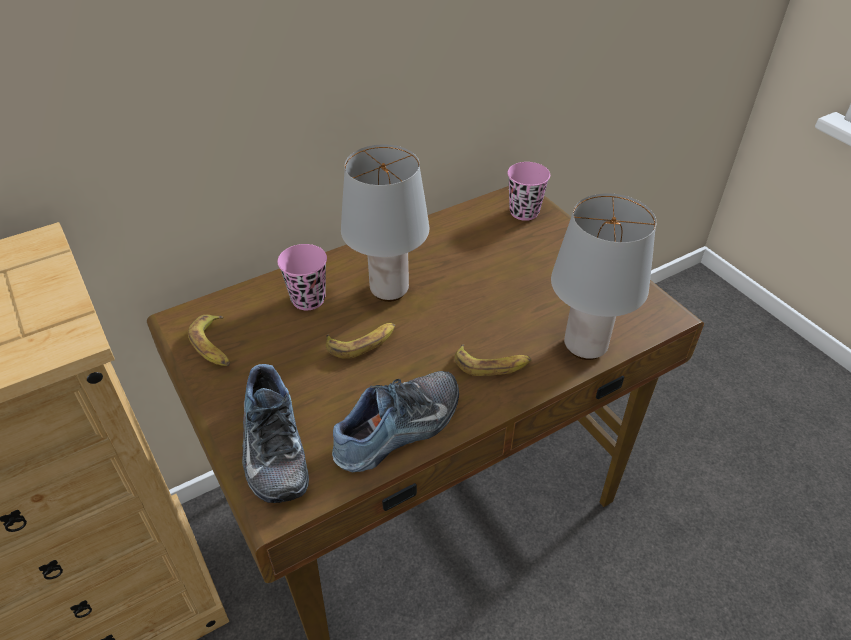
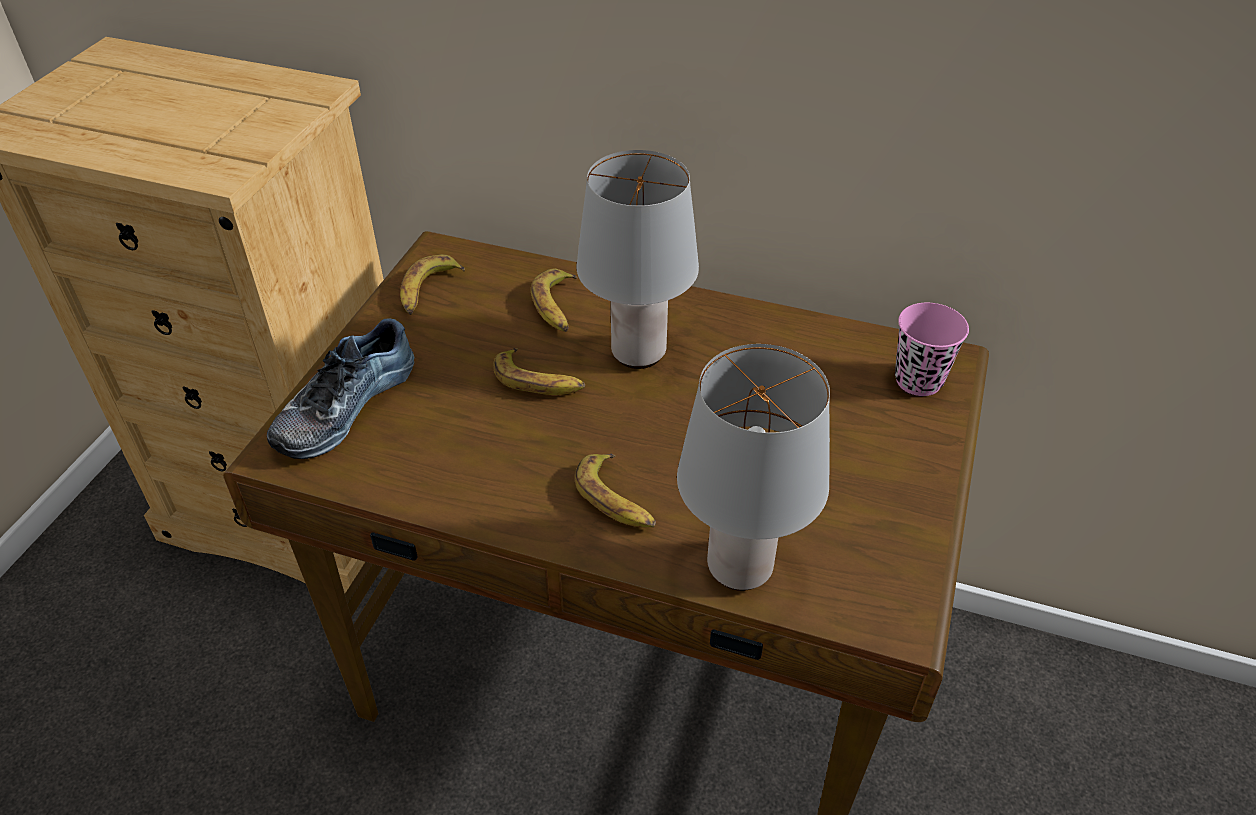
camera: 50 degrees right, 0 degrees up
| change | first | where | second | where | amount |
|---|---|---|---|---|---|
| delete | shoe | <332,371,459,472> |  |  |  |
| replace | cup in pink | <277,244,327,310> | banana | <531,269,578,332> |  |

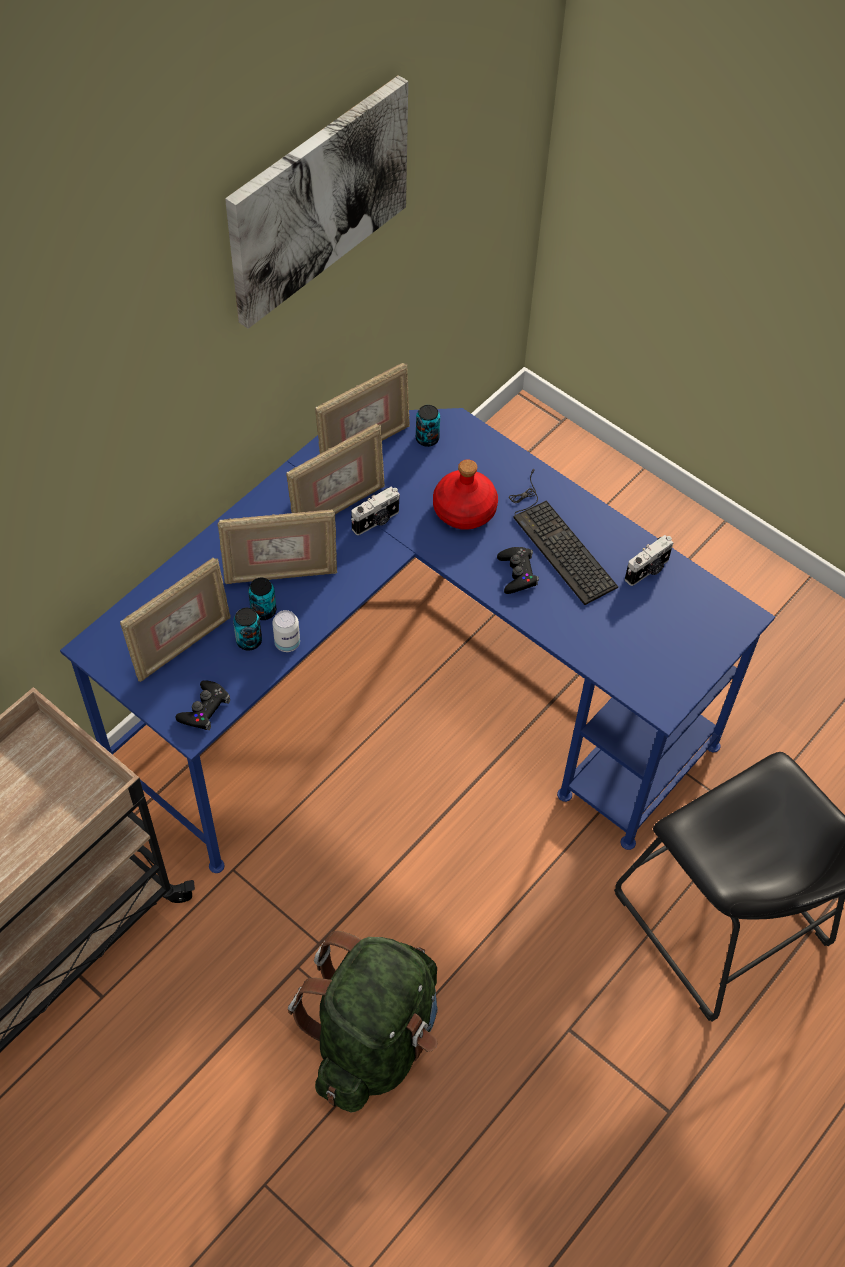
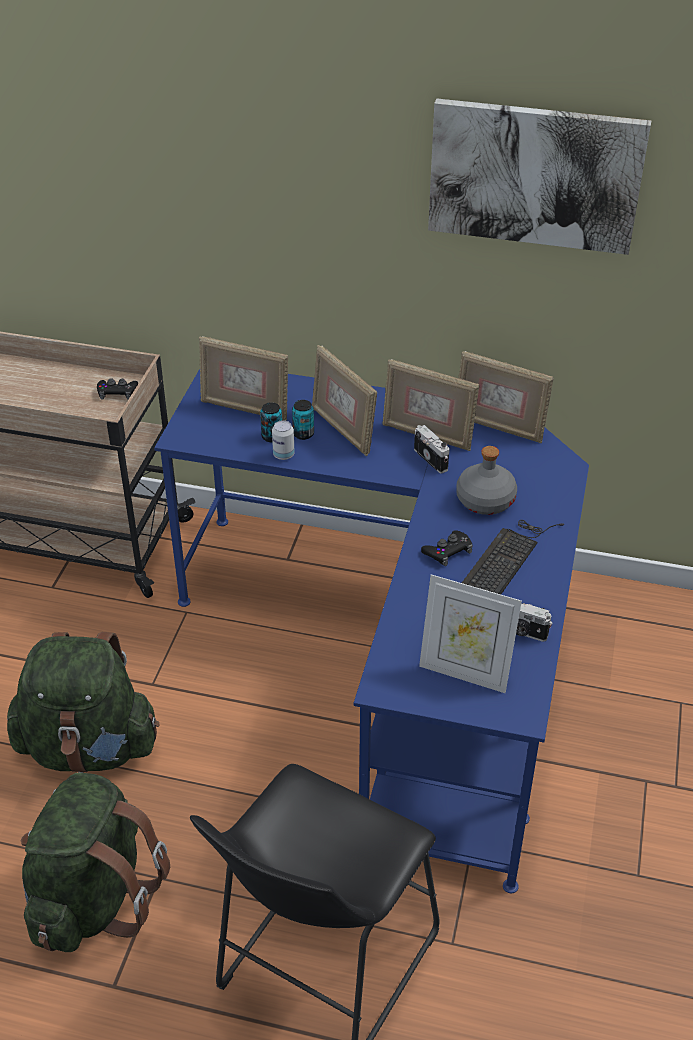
camera: 65 degrees right, 15 degrees down
| change | first | where | second | where | amount |
|---|---|---|---|---|---|
| delete | can | <416,405,440,447> |  |  |  |
| insert |  |  | backpack in green | <21,773,170,952> |  |
| insert |  |  | picture frame | <419,574,522,693> |  |
| move | game controller in black | <175,680,230,730> |  | <97,378,138,400> |  |
| recolor | bottle in red | <433,460,498,530> | bottle in grey | <456,446,517,515> |  |
| rotate | photo camera | <351,486,400,535> |  | <414,425,449,474> | 150 degrees counterclockwise |

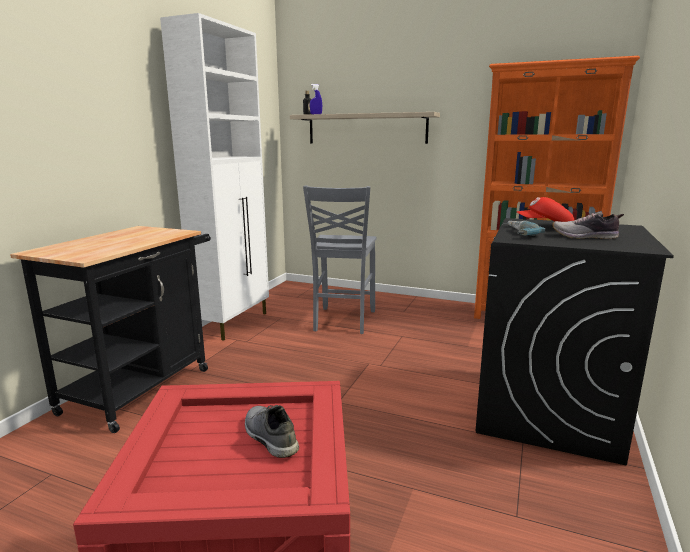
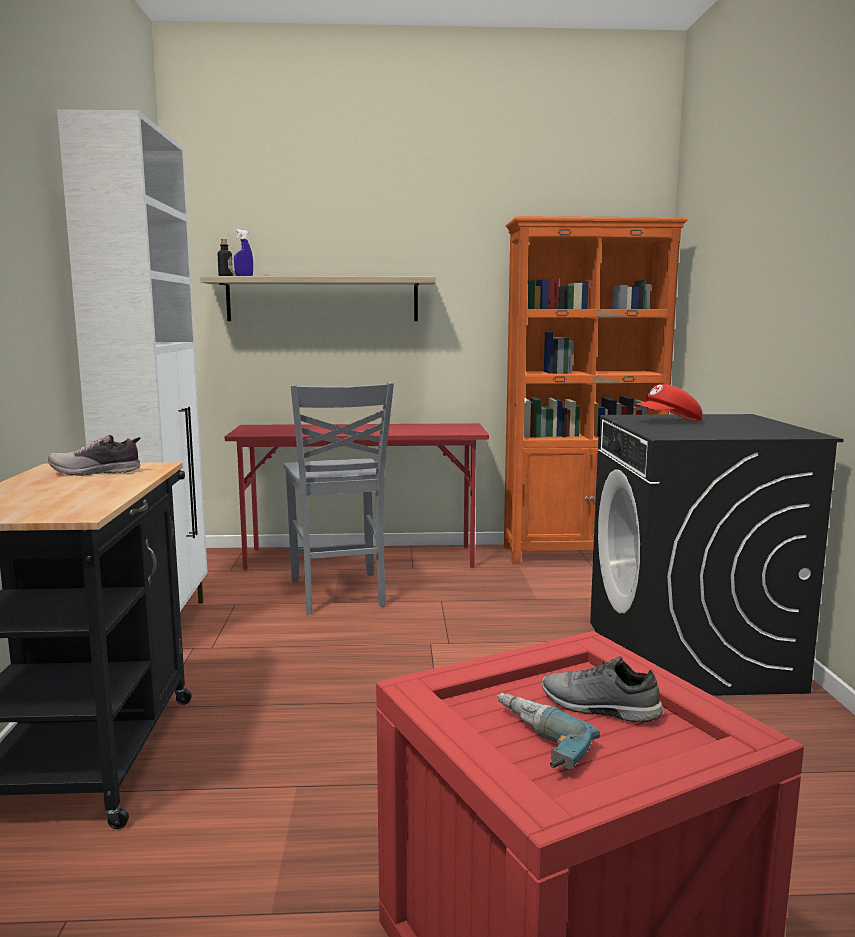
camera: 25 degrees left, 5 degrees down
| change | first | where | second | where | amount |
|---|---|---|---|---|---|
| insert |  |  | desk in red | <225,423,489,571> |  |
| move | power drill | <507,221,545,236> |  | <497,693,600,769> |  |
| move | shoe | <552,211,624,239> |  | <48,435,141,476> |  |

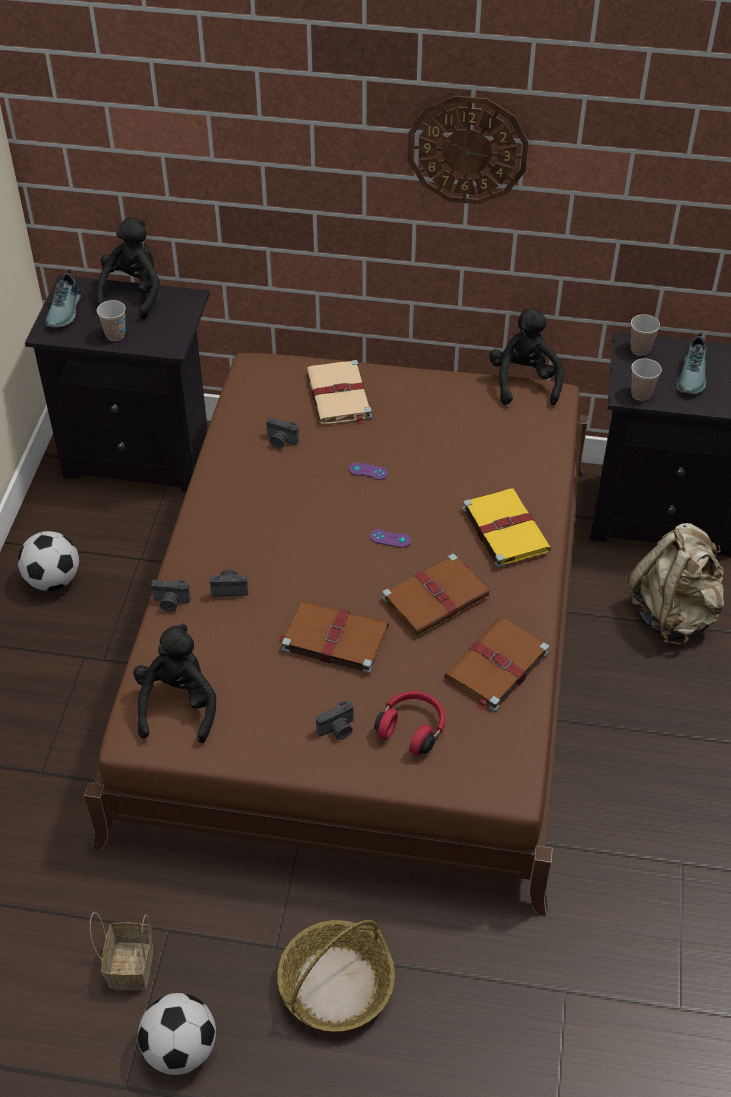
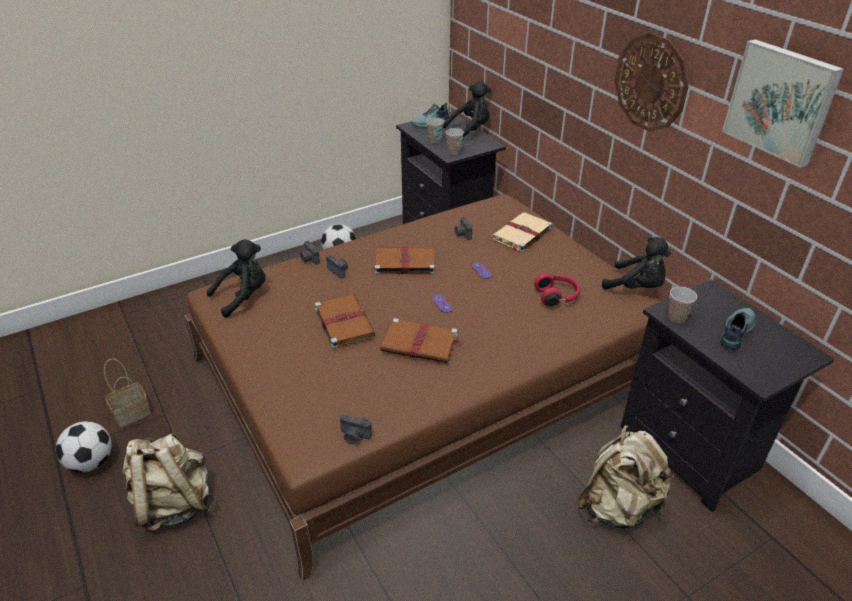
camera: 50 degrees right, 10 degrees down
| change | first | where | second | where | amount |
|---|---|---|---|---|---|
| delete | book in yellow | <462,488,551,568> |  |  |  |
| insert |  |  | picture | <722,39,844,168> |  |
| move | photo camera | <316,700,354,740> |  | <340,414,372,444> |  |
| move | headphones in red | <374,691,446,756> |  | <534,273,580,306> |  |
| move | book in brown | <444,617,549,712> |  | <371,247,435,275> |  |
| move | cup | <631,314,660,356> |  | <446,128,464,154> |  |
| replace | basket | <277,920,395,1032> | backpack in beige | <123,434,215,531> |  |
| rotate | plush toy in black | <489,308,564,405> |  | <602,237,671,290> | 75 degrees clockwise |
| rotate | shoe | <677,332,707,394> |  | <720,308,755,350> | 150 degrees clockwise |

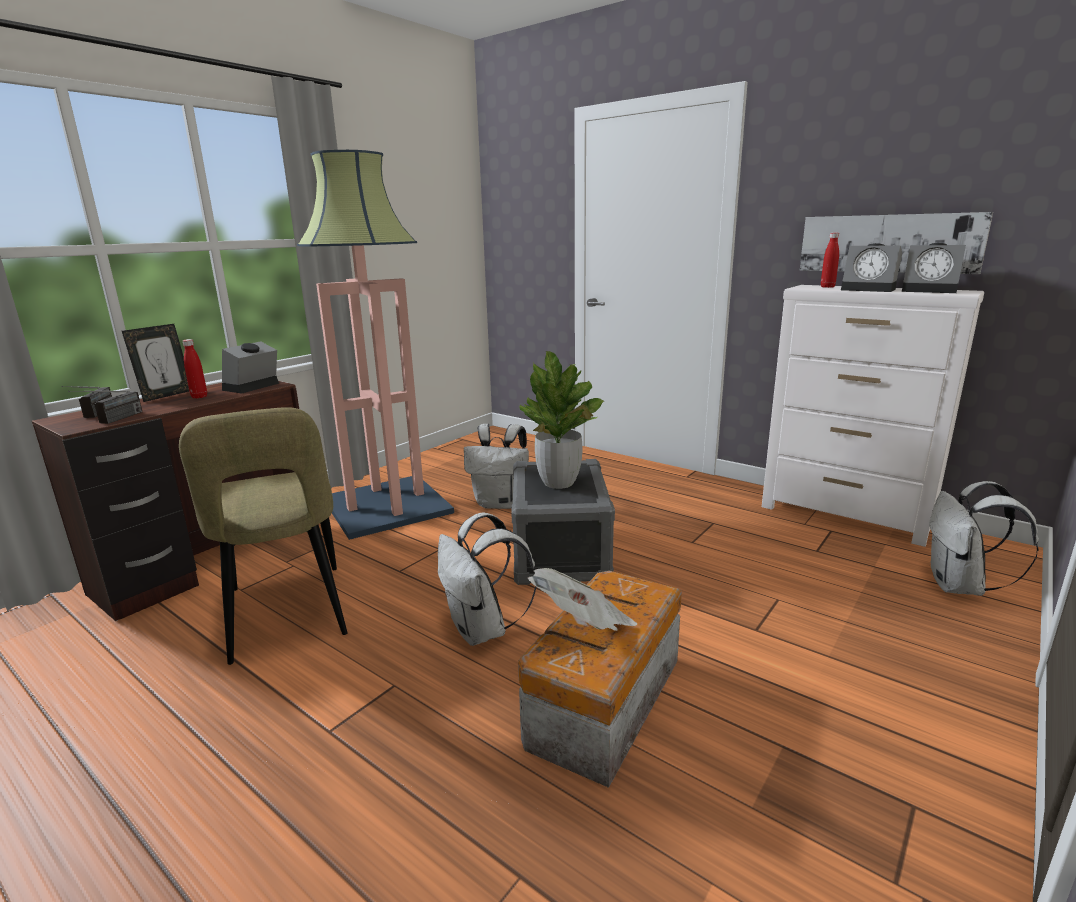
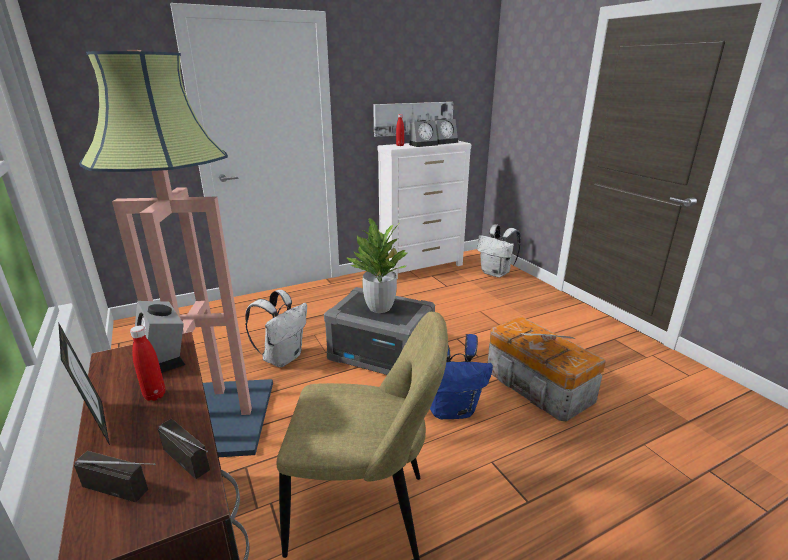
camera: 65 degrees left, 5 degrees up
| change | first | where | second | where | amount |
|---|---|---|---|---|---|
| recolor | backpack in white | <438,513,536,646> | backpack in blue | <430,334,493,419> |  |

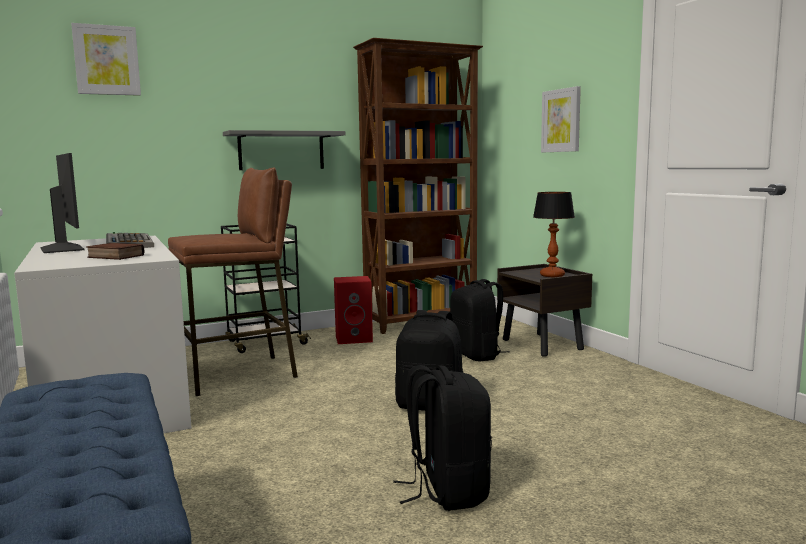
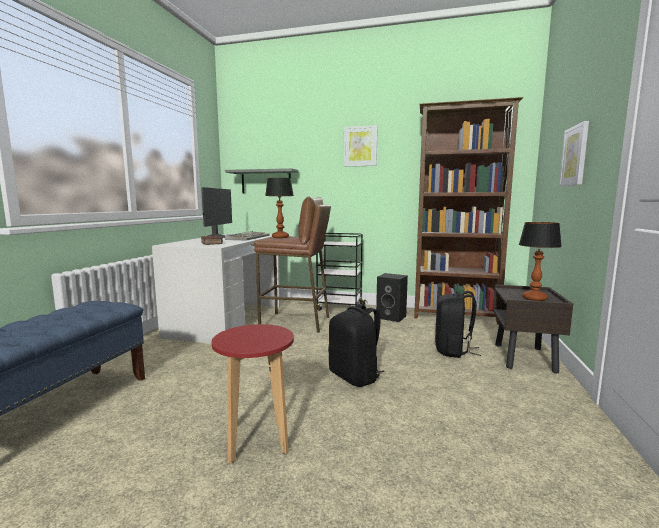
camera: 40 degrees right, 0 degrees up
| change | first | where | second | where | amount |
|---|---|---|---|---|---|
| insert |  |  | table lamp | <265,178,294,238> |  |
| move | picture | <71,23,141,96> |  | <344,125,378,167> |  |
| move | shelf in grey | <223,130,346,170> |  | <225,168,299,194> |  |
| replace | backpack in black | <393,365,492,511> | stool in red | <211,324,294,464> |  |
| recolor | speaker in red | <334,276,373,344> | speaker in black | <376,273,408,322> |  |

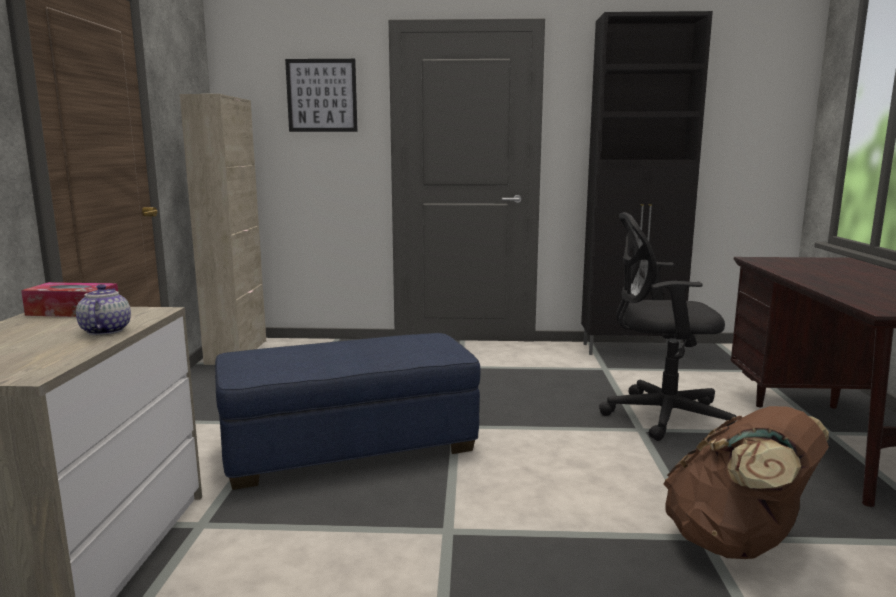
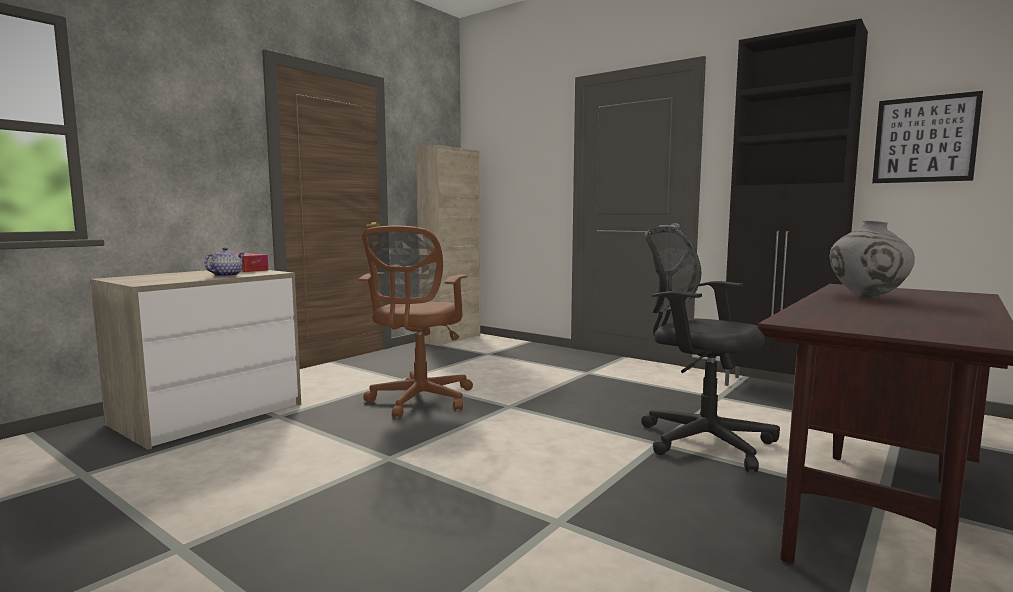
camera: 35 degrees right, 5 degrees down
| change | first | where | second | where | amount |
|---|---|---|---|---|---|
| delete | backpack in brown | <663,406,829,559> |  |  |  |
| insert |  |  | vase in grey | <830,221,915,298> |  |
| move | picture | <285,59,358,132> |  | <872,91,983,183> |  |
| replace | ottoman in blue | <215,333,481,490> | office chair in brown | <358,226,473,418> |  |

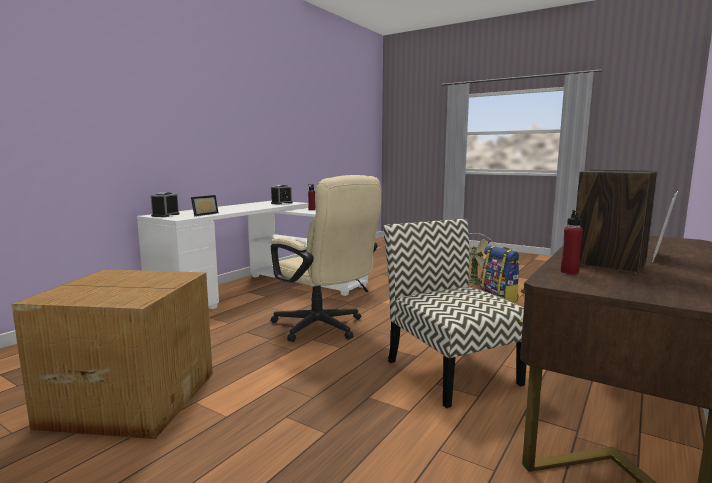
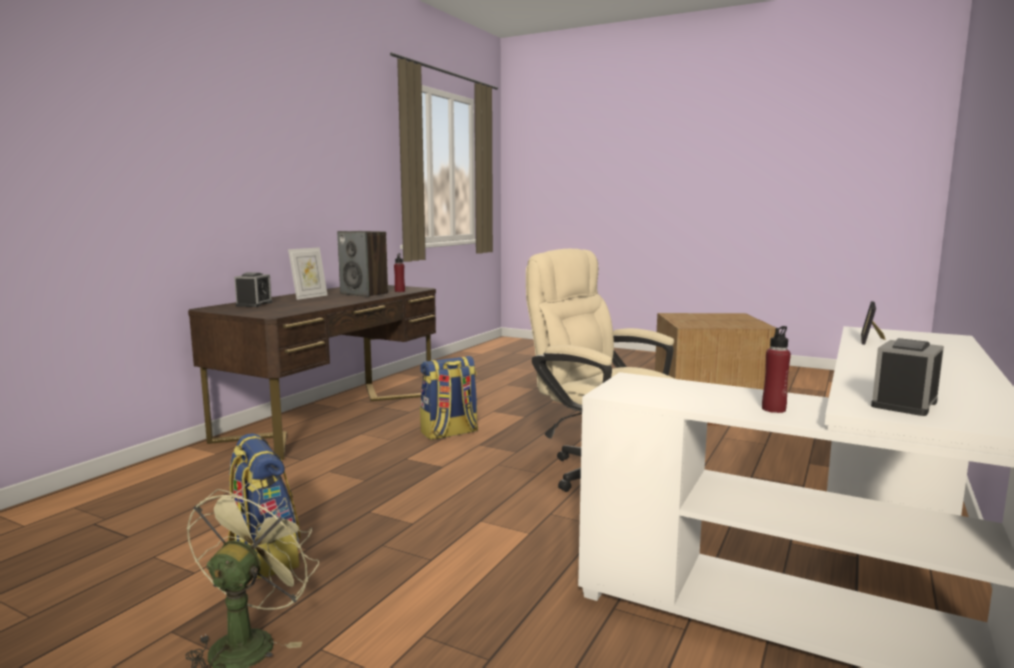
camera: 175 degrees right, 0 degrees up
| change | first | where | second | where | amount |
|---|---|---|---|---|---|
| move | alarm clock | <150,192,179,217> |  | <234,272,272,307> |  |
| replace | chair | <383,219,527,408> | backpack | <420,356,478,440> |  |

